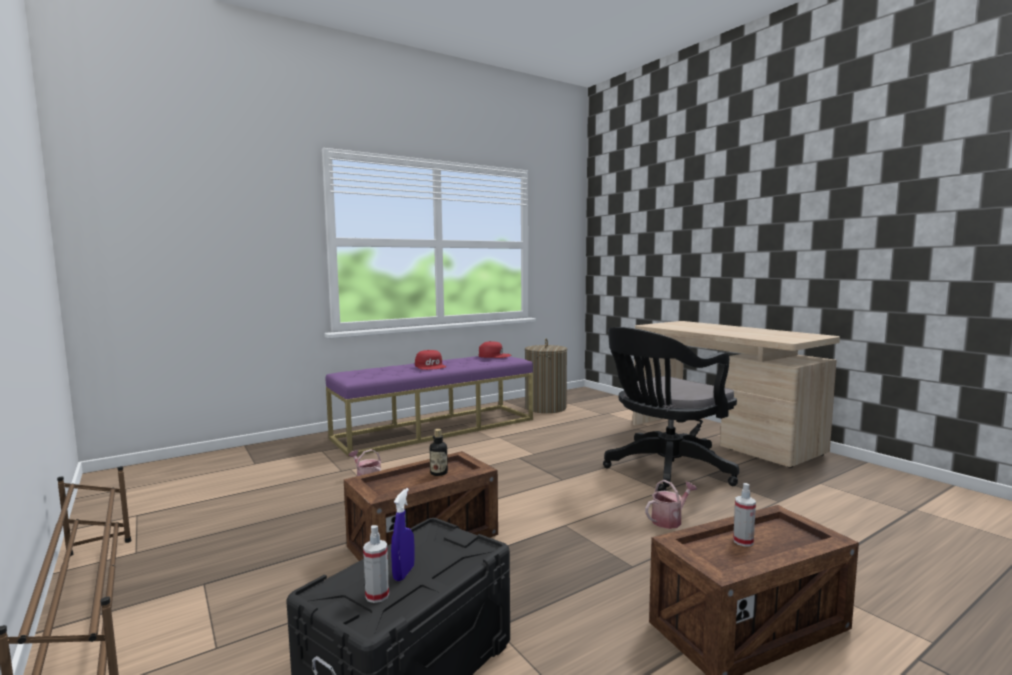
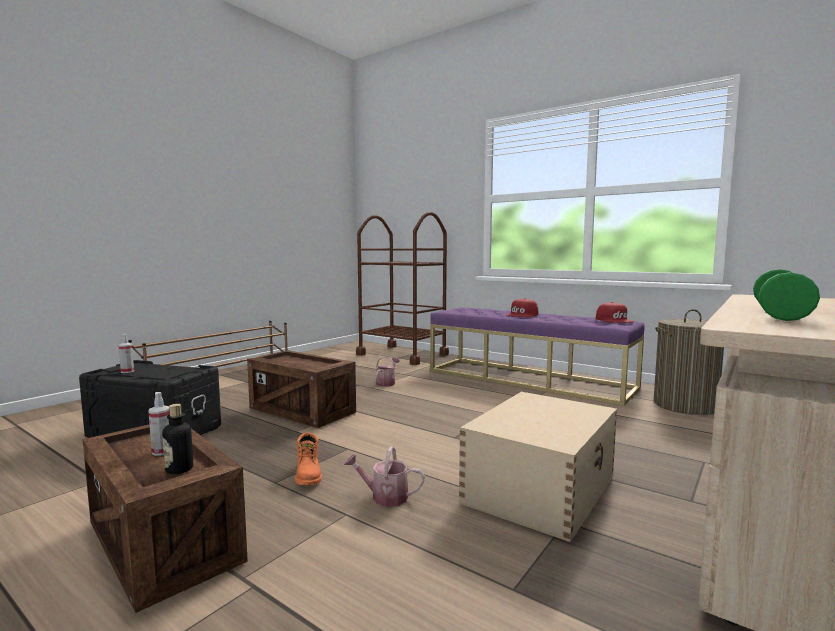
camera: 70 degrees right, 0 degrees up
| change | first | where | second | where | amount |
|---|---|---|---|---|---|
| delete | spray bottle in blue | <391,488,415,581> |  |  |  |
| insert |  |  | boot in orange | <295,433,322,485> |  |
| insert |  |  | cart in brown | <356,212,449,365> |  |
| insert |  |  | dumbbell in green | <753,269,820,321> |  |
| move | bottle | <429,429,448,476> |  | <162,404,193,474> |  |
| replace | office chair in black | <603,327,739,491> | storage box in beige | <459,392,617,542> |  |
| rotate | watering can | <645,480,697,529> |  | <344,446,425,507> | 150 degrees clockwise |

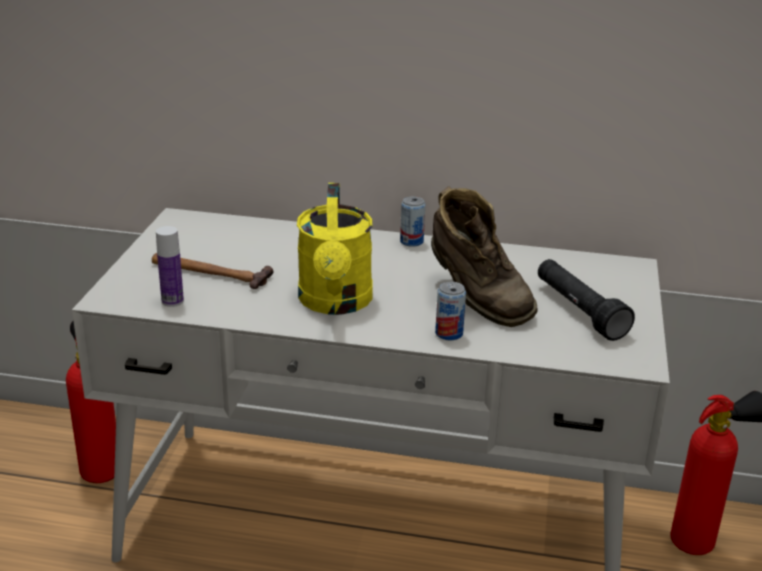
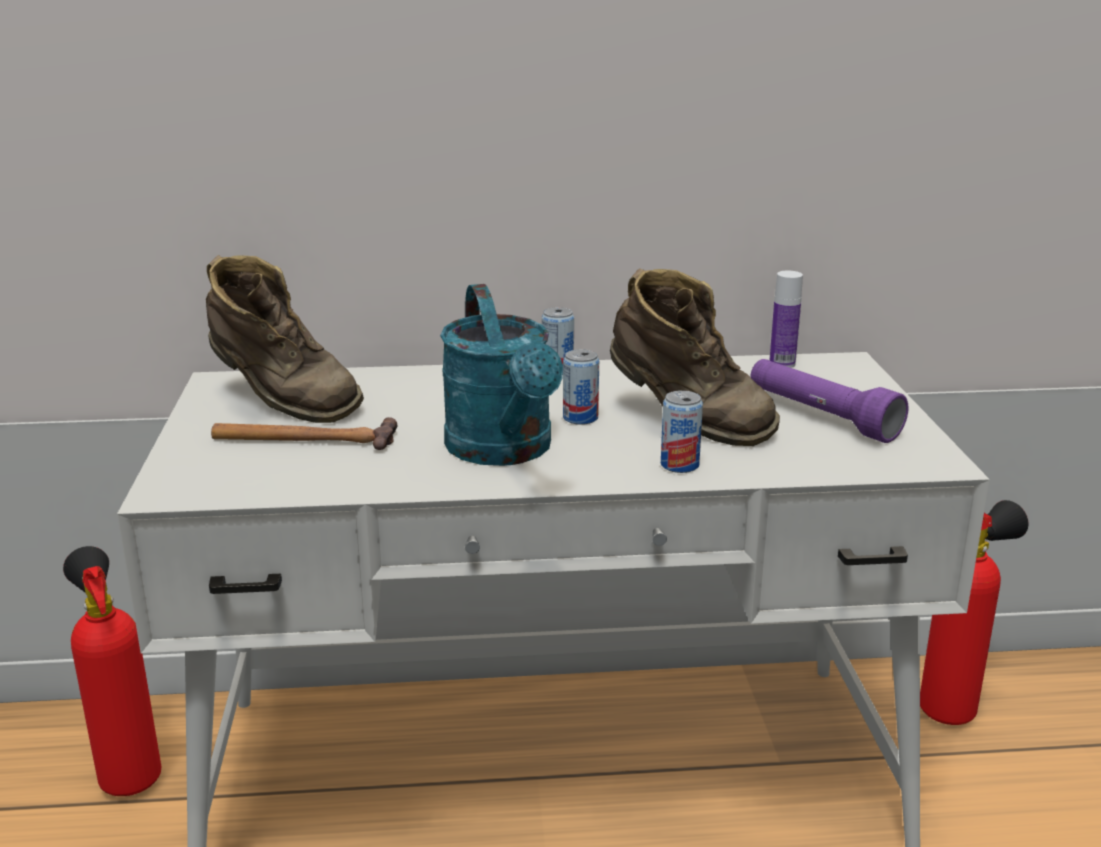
camera: 15 degrees left, 5 degrees down
| change | first | where | second | where | amount |
|---|---|---|---|---|---|
| insert |  |  | boot in brown | <206,255,364,423> |  |
| insert |  |  | can | <563,349,599,425> |  |
| move | bottle | <156,226,184,307> |  | <770,271,803,368> |  |
| recolor | watering can in yellow | <297,183,373,315> | watering can in turquoise | <440,284,563,466> |  |
| recolor | flashlight in black | <538,259,635,341> | flashlight in purple | <750,359,909,443> |  |

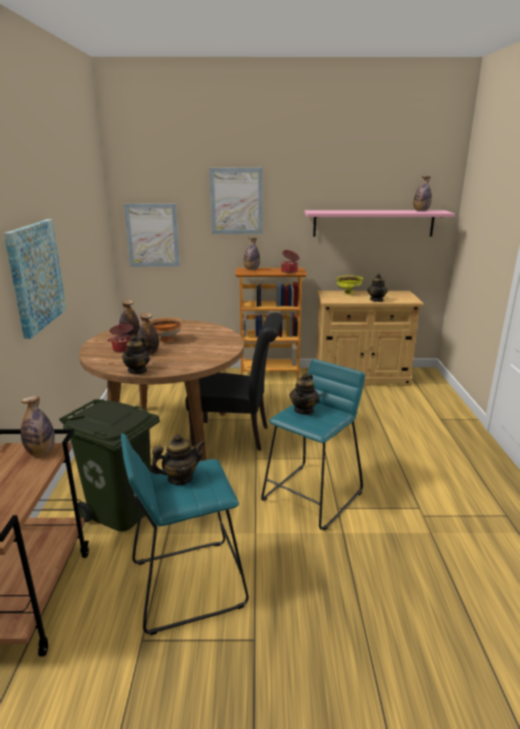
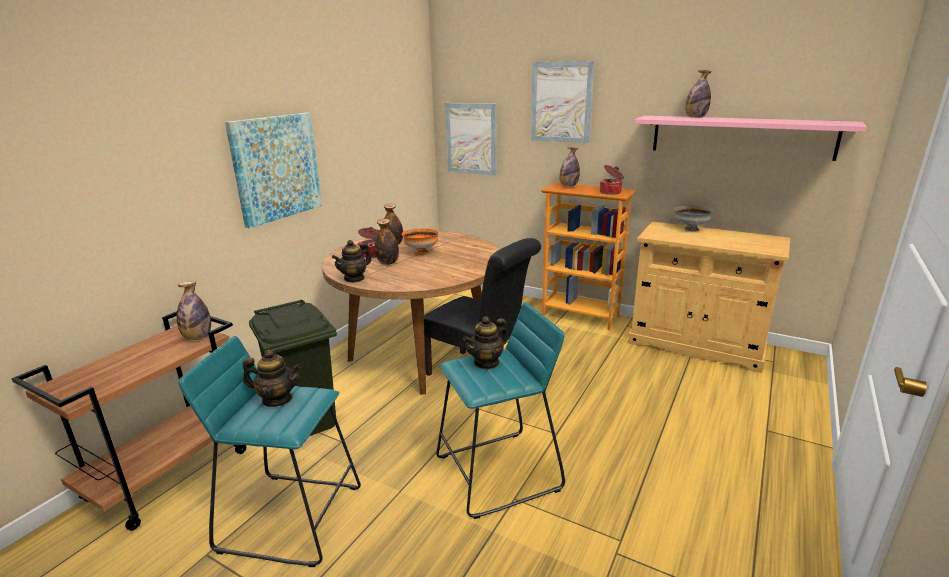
camera: 30 degrees right, 0 degrees up
| change | first | where | second | where | amount |
|---|---|---|---|---|---|
| delete | teapot | <367,274,388,302> |  |  |  |
| move | bottle | <414,176,432,211> |  | <685,70,711,118> |  |
| recolor | bowl in yellow | <336,275,363,294> | bowl in grey | <674,206,713,231> |  |

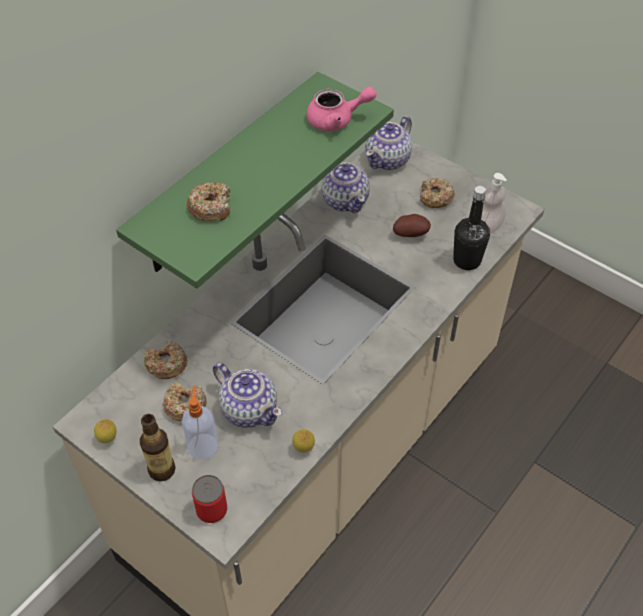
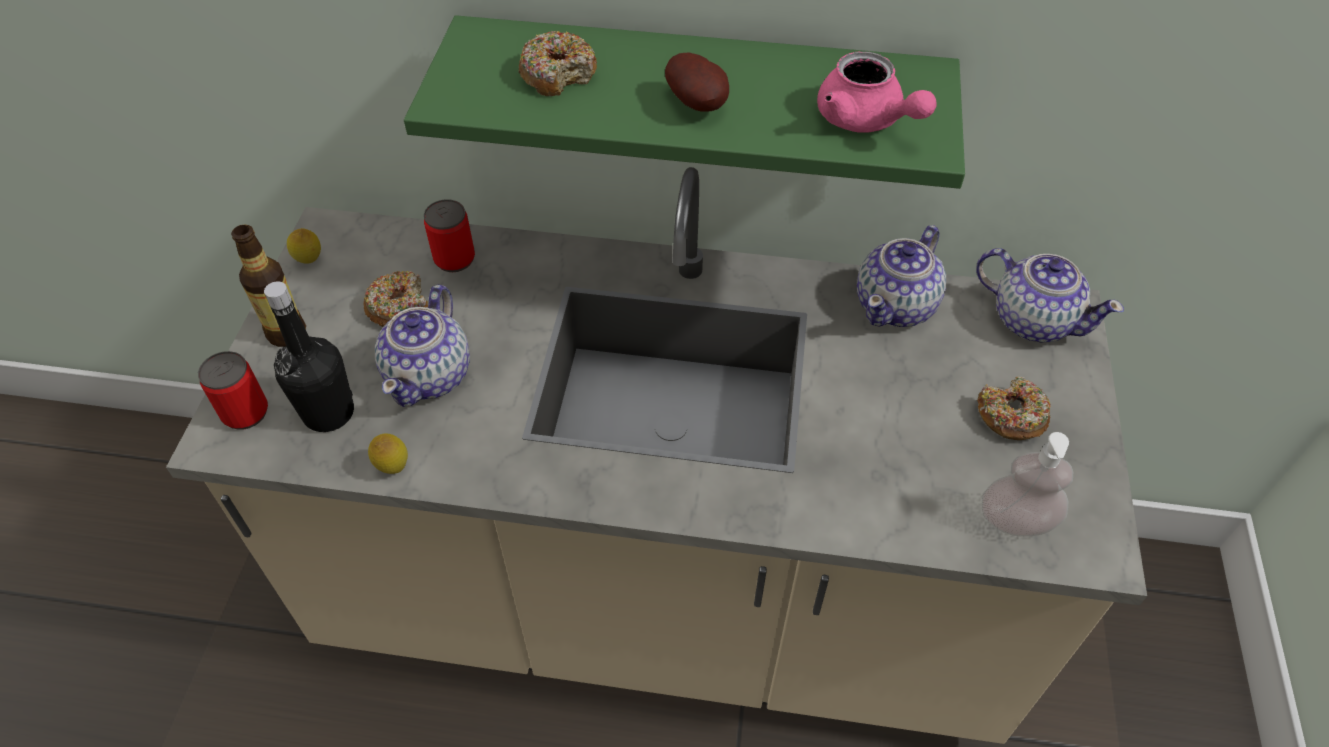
camera: 60 degrees right, 0 degrees up
| change | first | where | second | where | amount |
|---|---|---|---|---|---|
| delete | soap dispenser | <182,386,218,460> |  |  |  |
| move | potato | <393,214,431,237> |  | <665,52,729,112> |  |
| move | bottle in black | <453,186,490,270> |  | <264,282,354,432> |  |
| replace | donut | <144,341,188,379> | can | <424,199,475,272> |  |
| rotate | teapot | <365,116,412,170> |  | <976,248,1124,343> | 150 degrees counterclockwise |

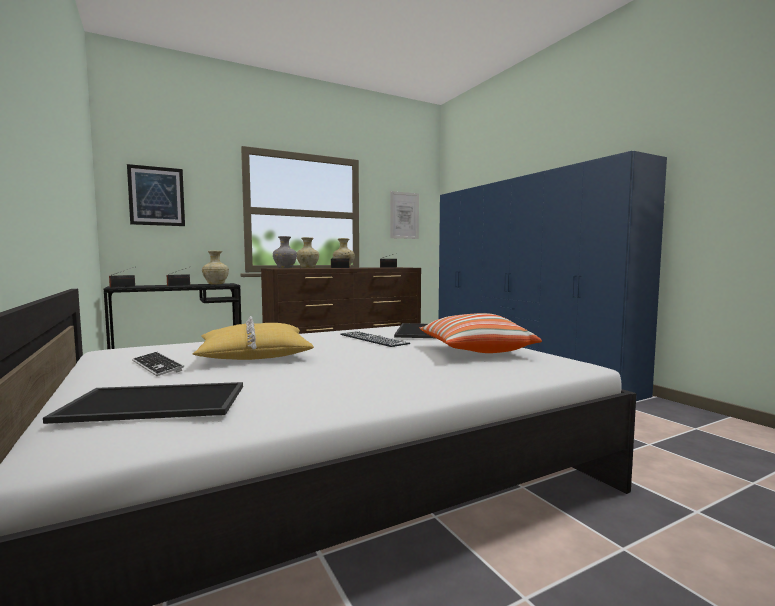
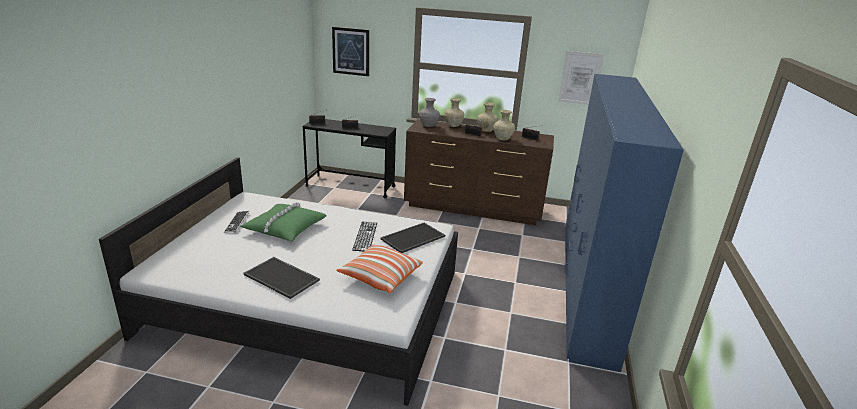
camera: 40 degrees right, 20 degrees up
| change | first | where | second | where | amount |
|---|---|---|---|---|---|
| move | tray | <43,382,243,424> |  | <244,257,320,299> |  |
| move | vase in beige | <202,250,229,284> |  | <493,110,515,140> |  |
| recolor | pillow in yellow | <193,316,314,360> | pillow in green | <241,202,327,241> |  |

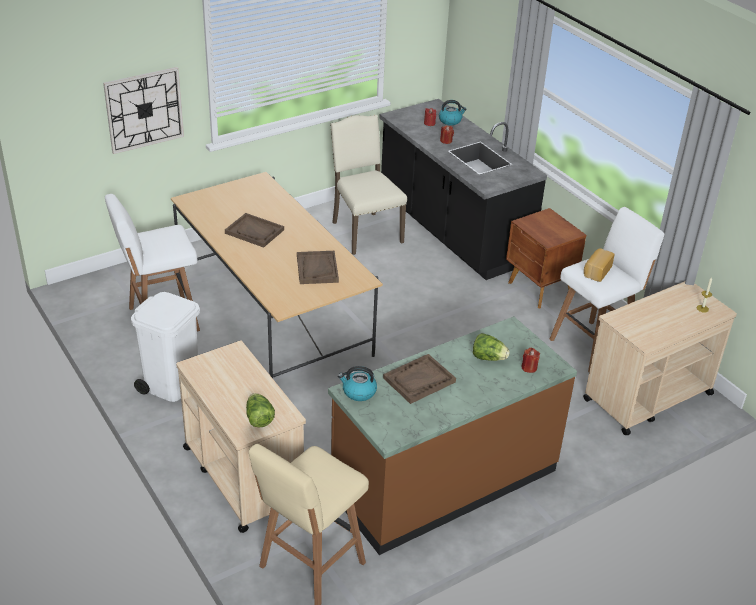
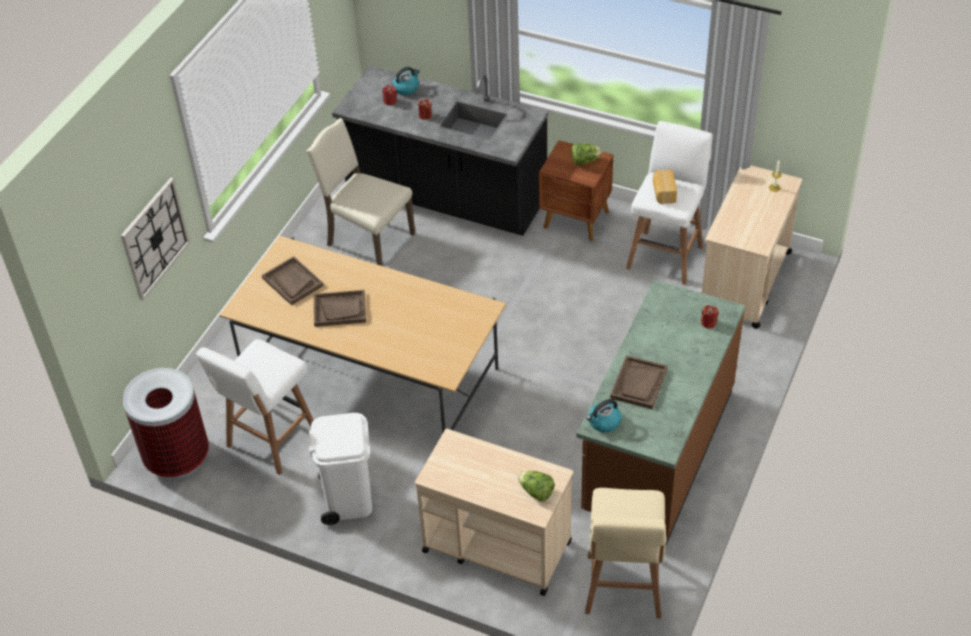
camera: 30 degrees left, 10 degrees up
| change | first | where | second | where | amount |
|---|---|---|---|---|---|
| insert |  |  | trash can | <123,368,209,479> |  |
| move | tray in brown | <297,251,339,284> |  | <262,256,324,305> |  |
| move | lettuce | <473,333,510,361> |  | <571,143,602,165> |  |

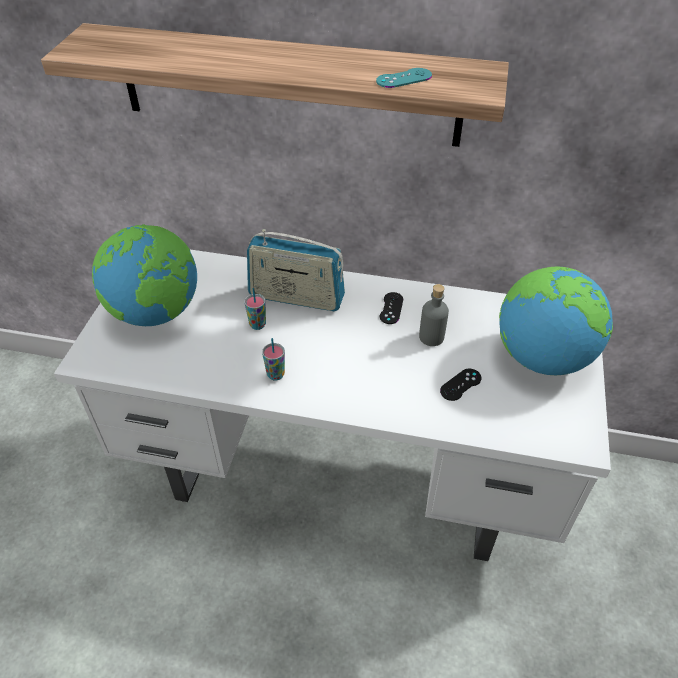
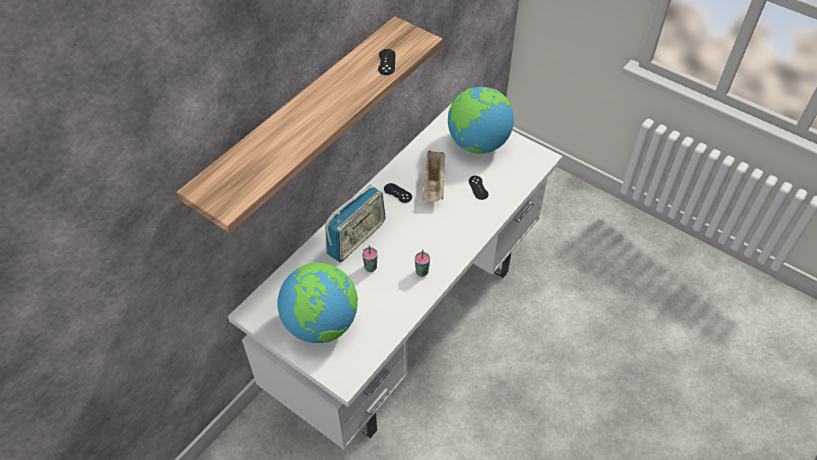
camera: 65 degrees left, 5 degrees up
| change | first | where | second | where | amount |
|---|---|---|---|---|---|
| replace | bottle in grey | <419,284,449,346> | tray in beige | <422,150,445,202> |  |
| recolor | game controller in turquoise | <376,68,432,88> | game controller in black | <378,49,396,75> |  |

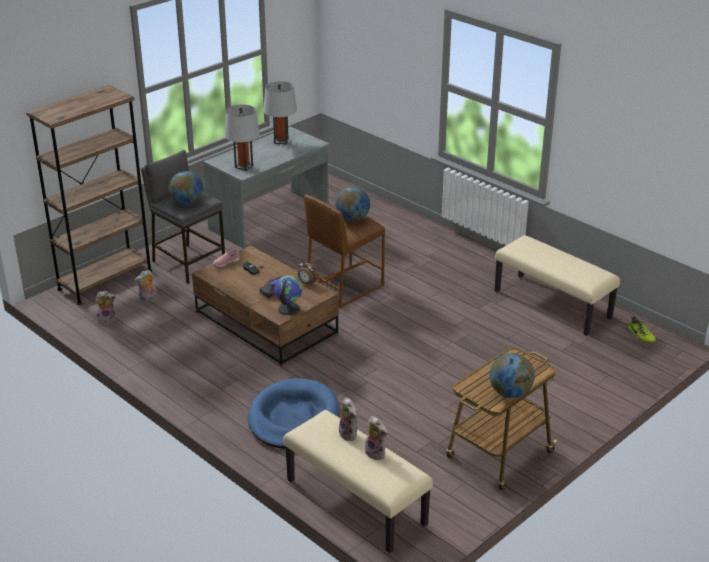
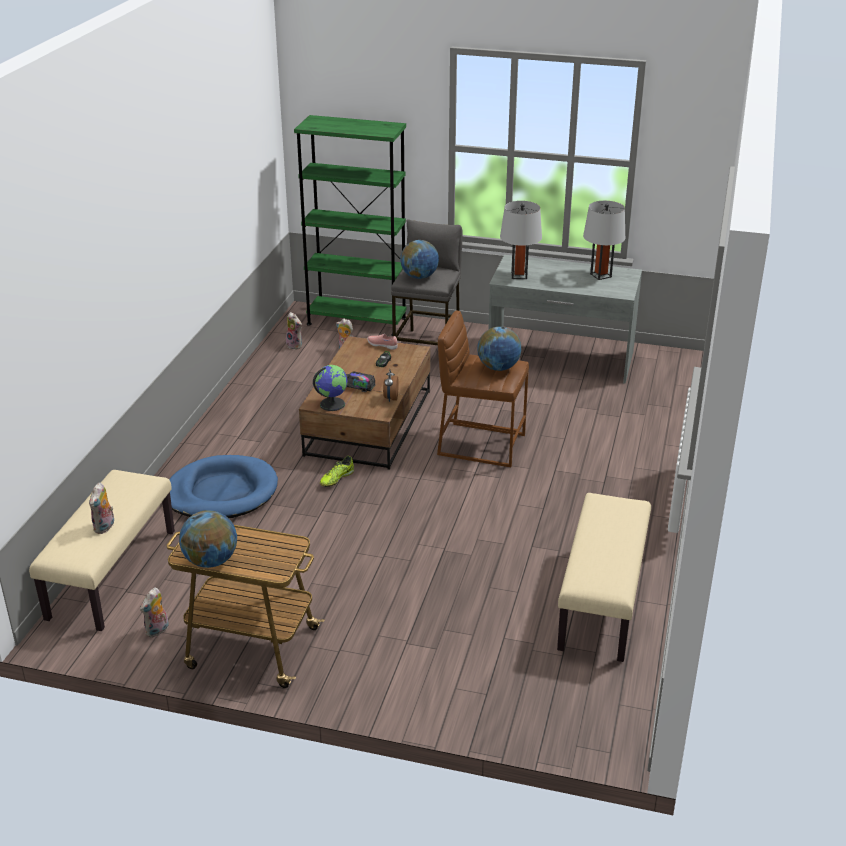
camera: 60 degrees right, 0 degrees up
| change | first | where | second | where | amount |
|---|---|---|---|---|---|
| move | plush toy | <339,397,358,441> |  | <140,588,169,638> |  |
| move | shoe | <628,316,656,343> |  | <320,456,354,487> |  |
| recolor | bookcase in brown | <26,85,152,305> | bookcase in green | <294,115,407,336> |  |

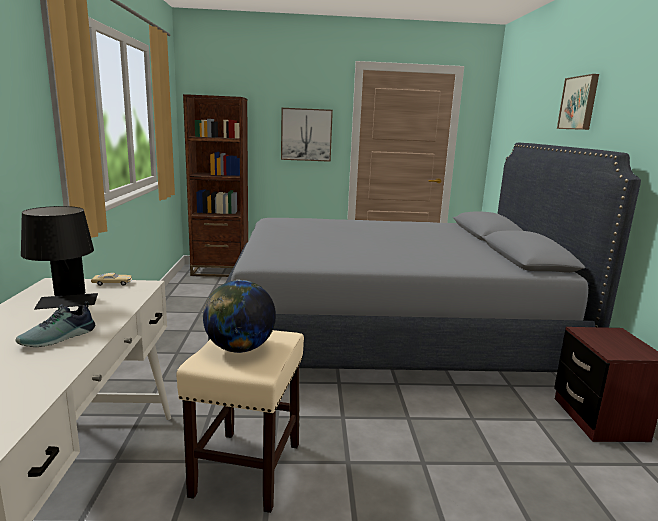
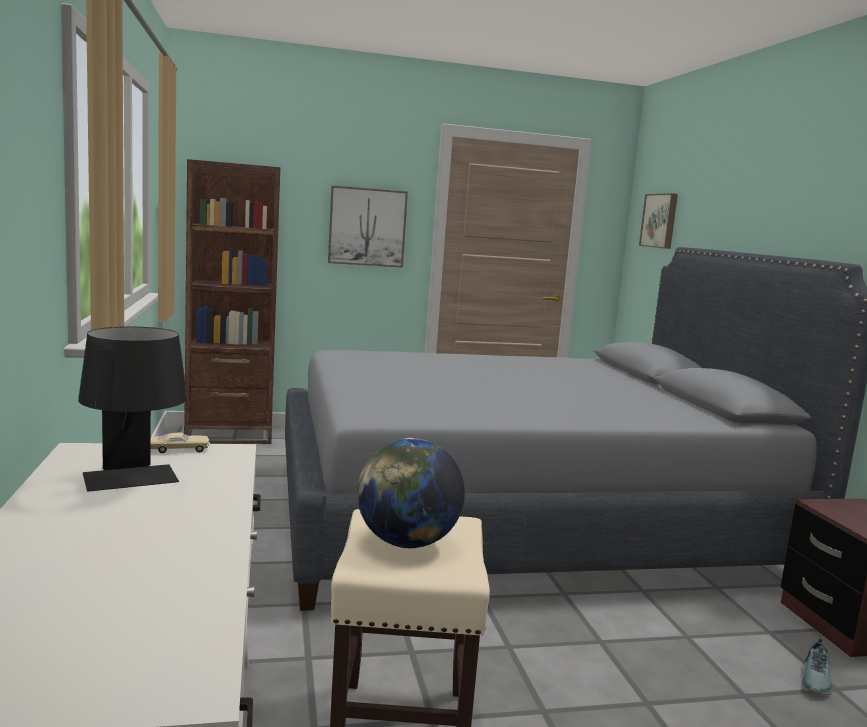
camera: 10 degrees left, 5 degrees down
| change | first | where | second | where | amount |
|---|---|---|---|---|---|
| move | shoe | <16,301,95,347> |  | <801,638,833,695> |  |
| move | picture | <557,74,599,130> |  | <639,193,678,249> |  |

